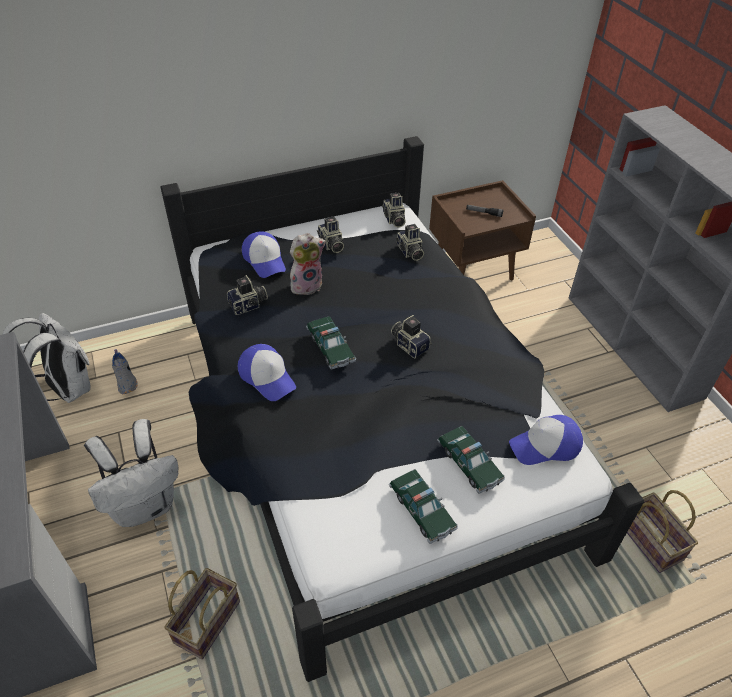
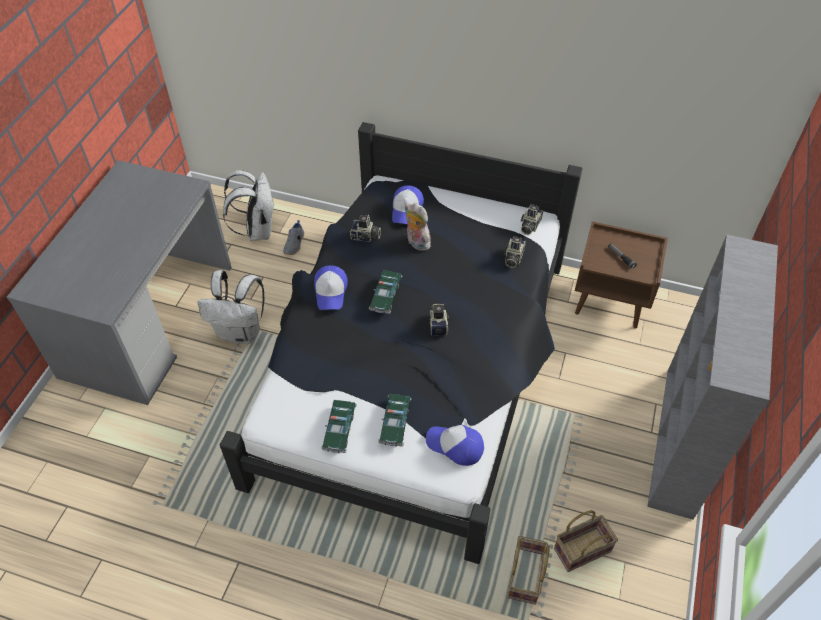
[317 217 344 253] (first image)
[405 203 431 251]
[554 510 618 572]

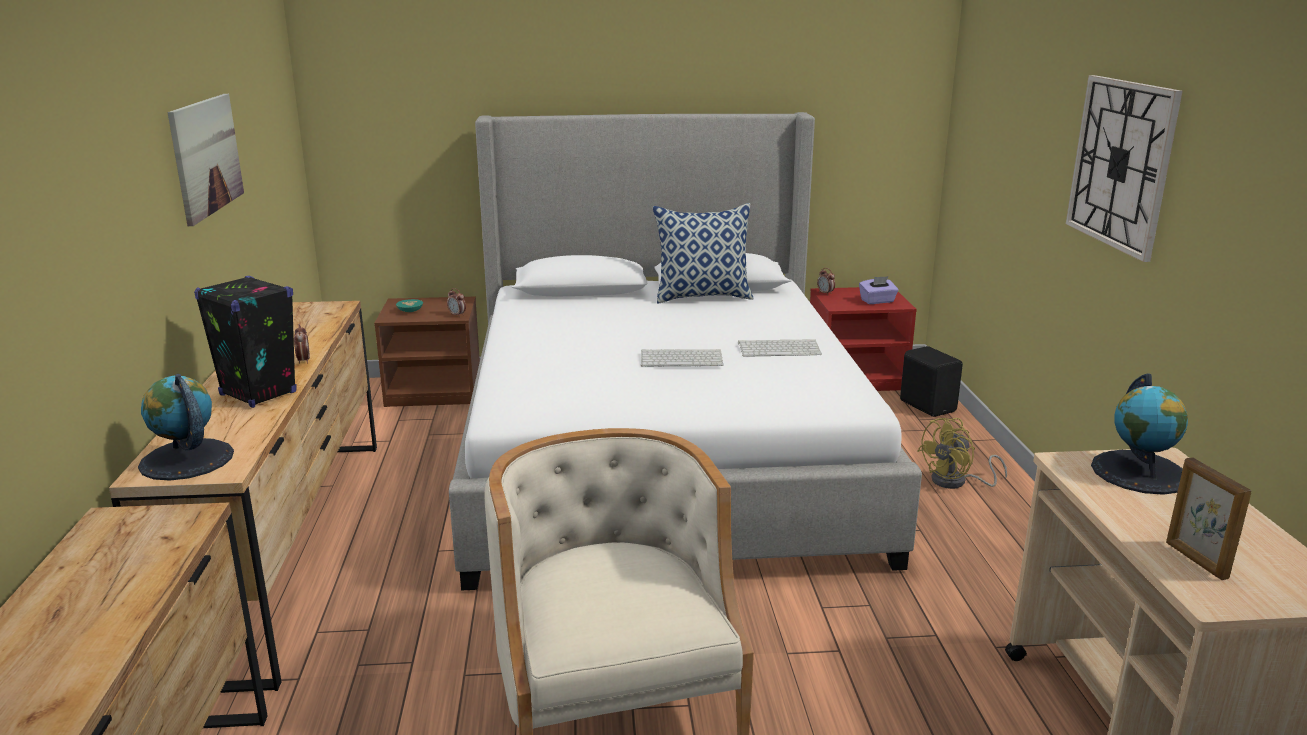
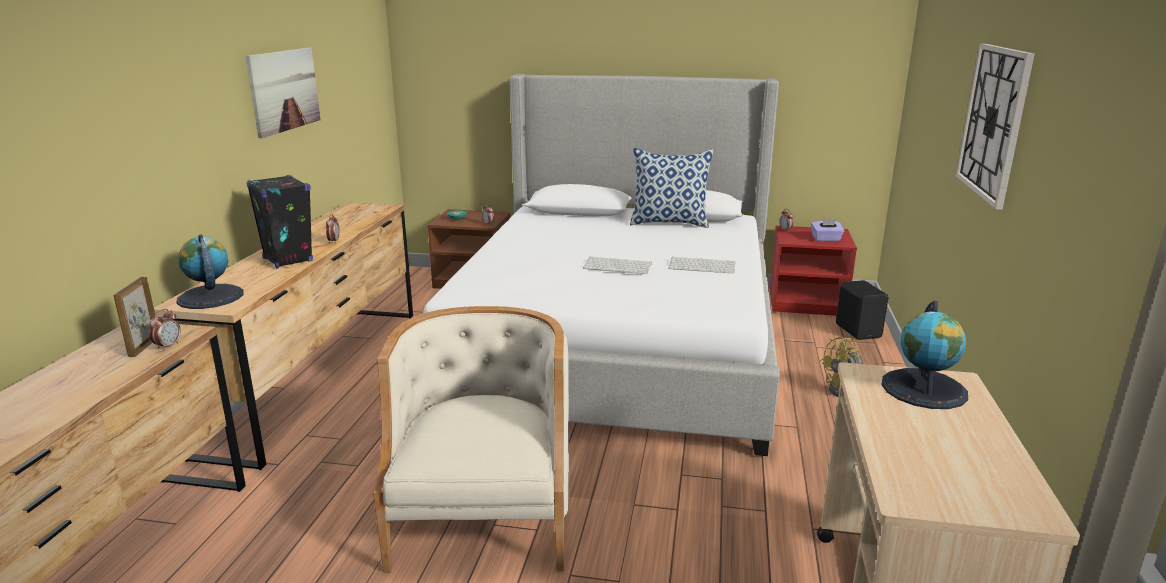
[114 277 155 357]
[149 309 181 350]

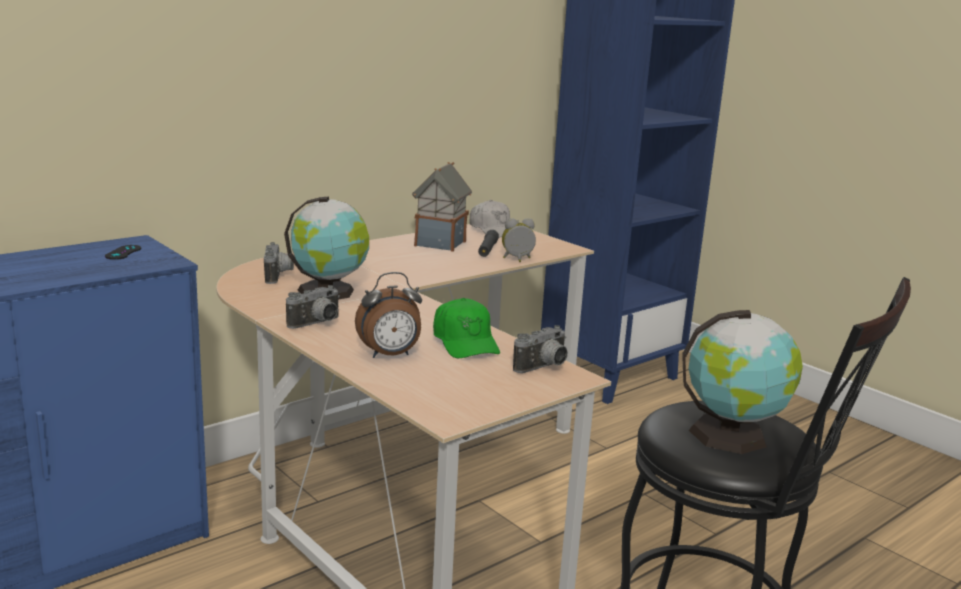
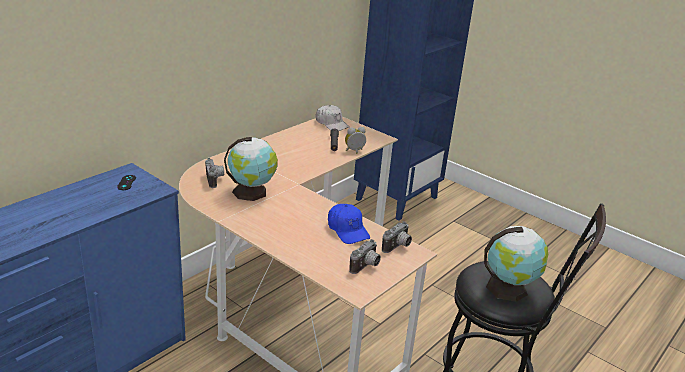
[412 162 472 252] (first image)
[355 272 422 358] (first image)
[349 239 381 274]
[328 204 370 244]

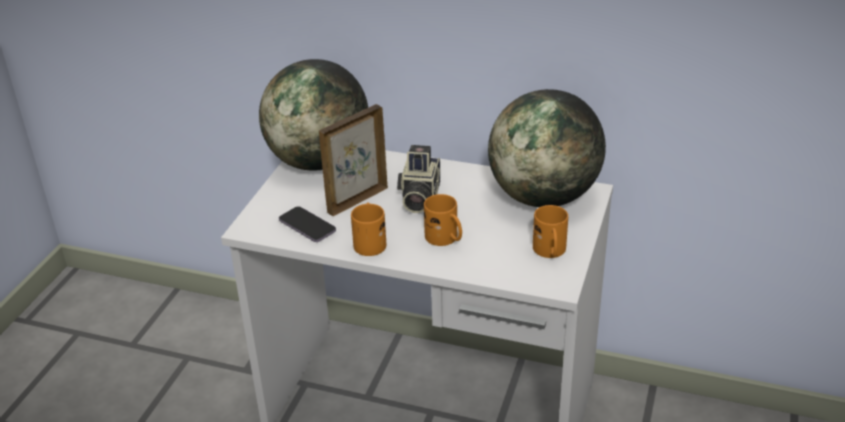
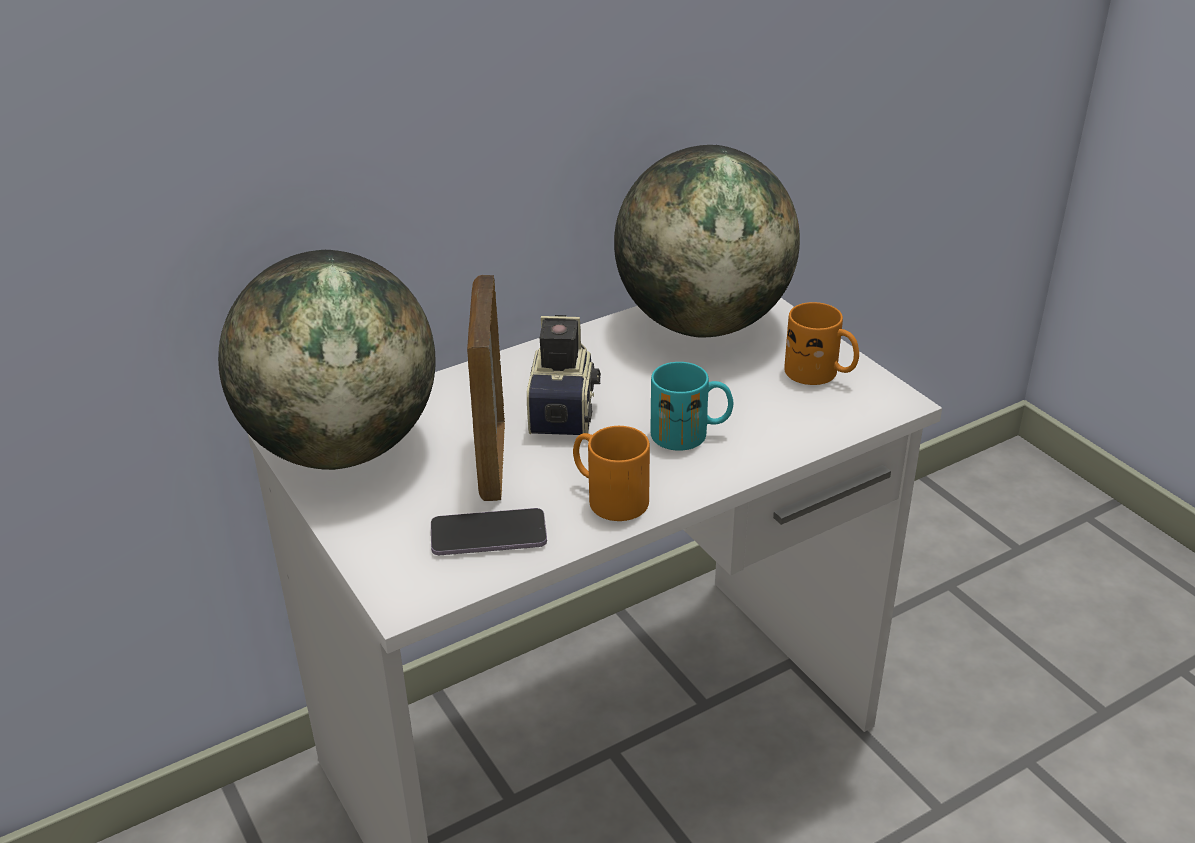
[527 315 601 435]
[651 362 733 451]

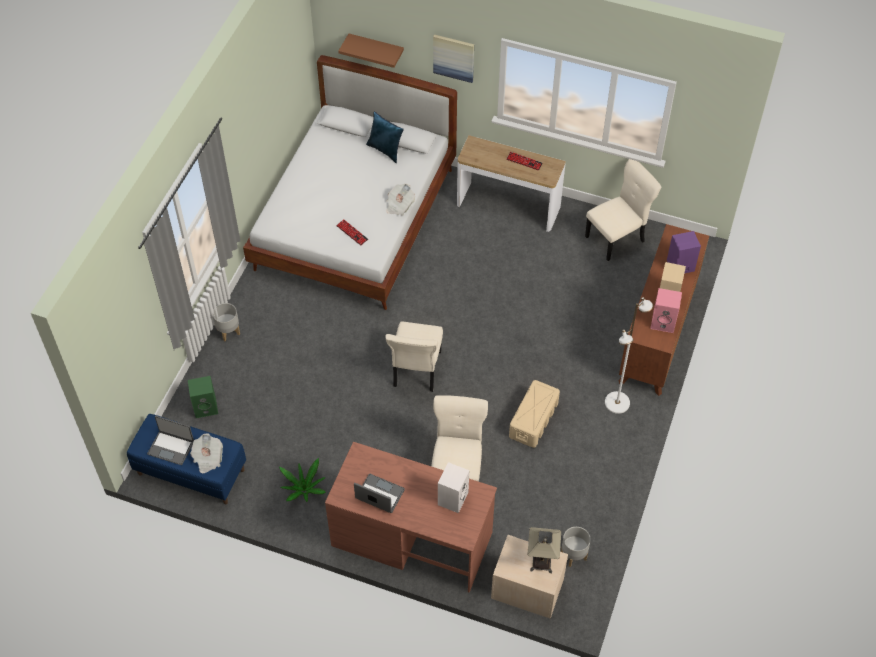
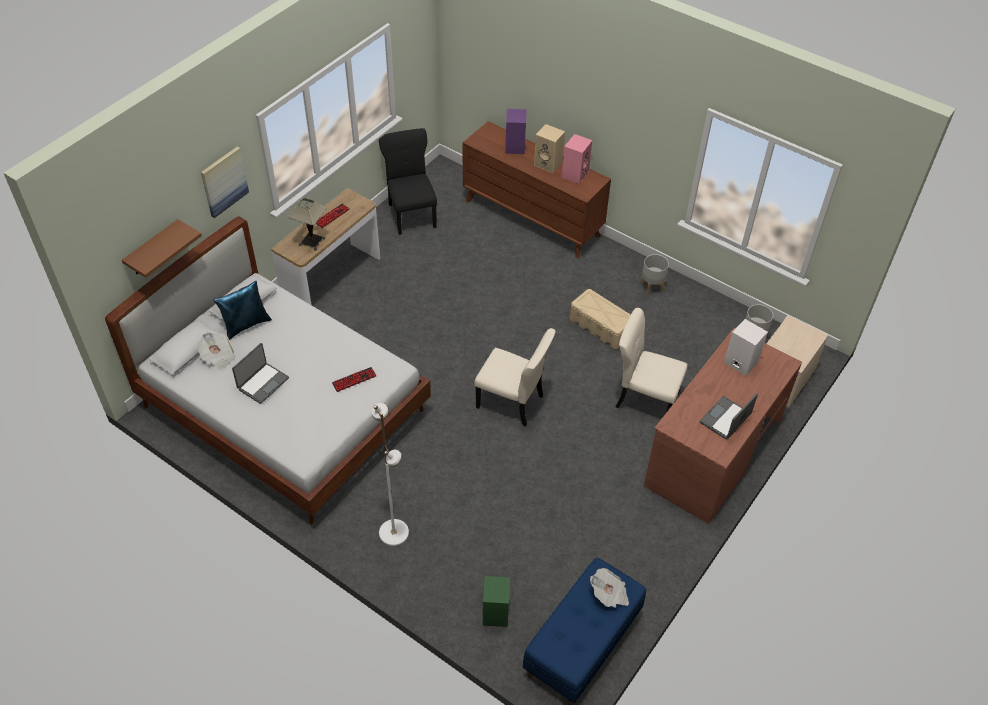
[379 128 437 235]
[197 332 236 371]
[371 403 409 546]
[641 254 669 294]
[232 343 289 404]
[279 458 326 502] (first image)
[288 198 327 251]

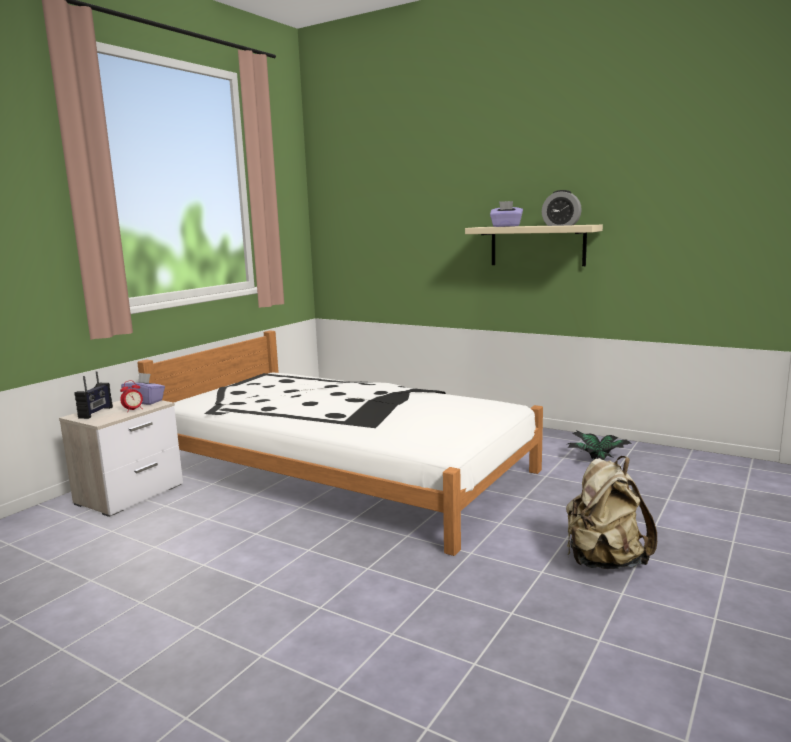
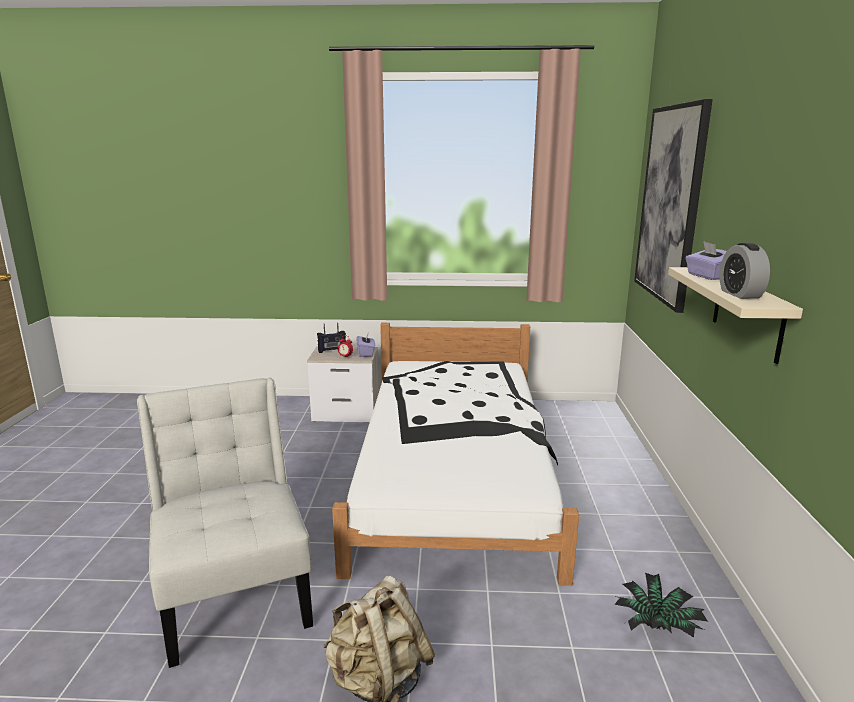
[634 99 713 313]
[137 377 313 668]

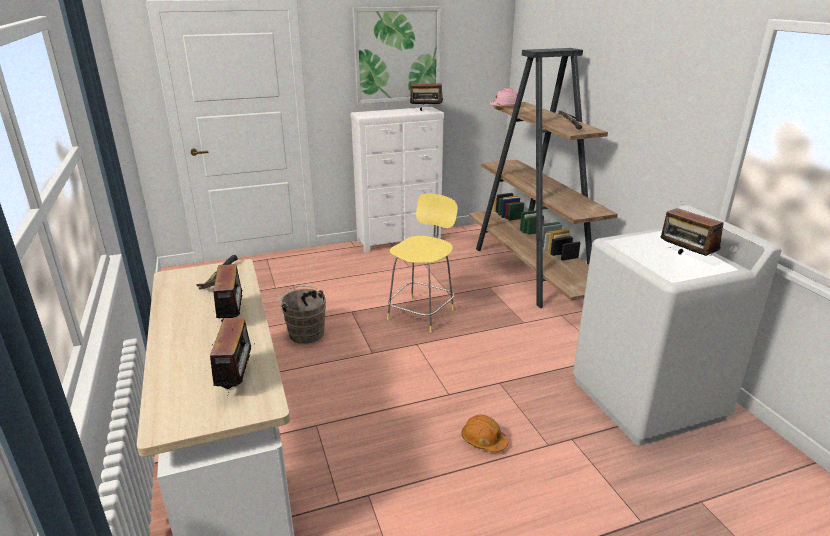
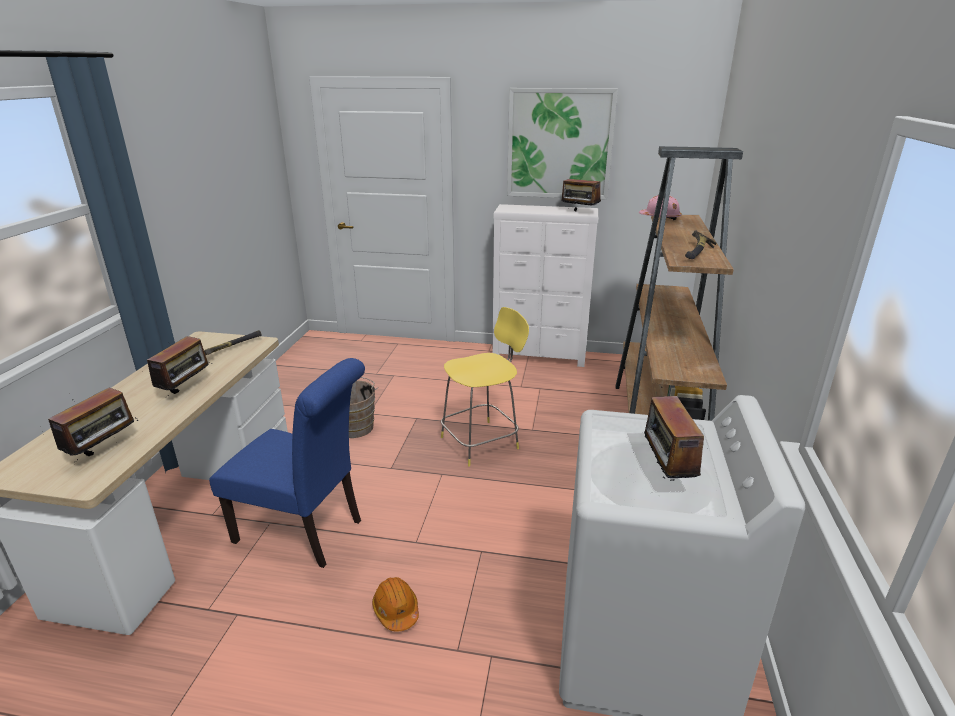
[209 358 365 568]

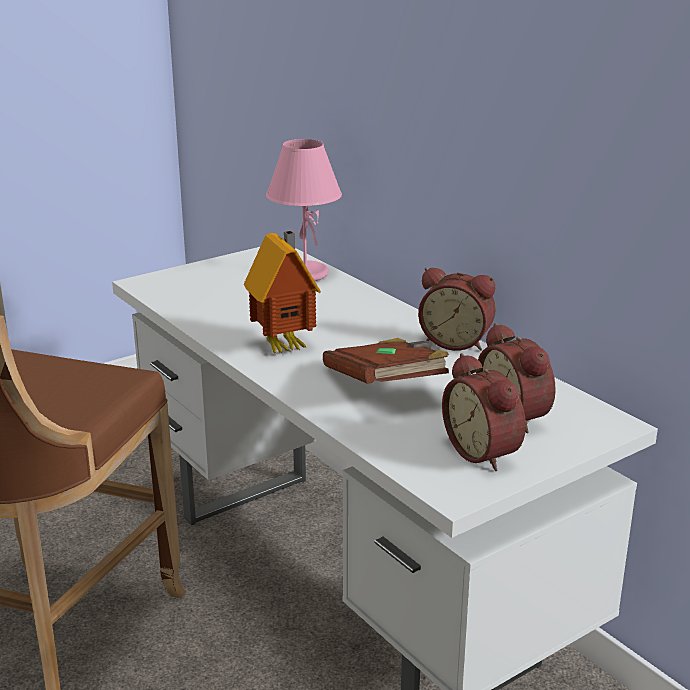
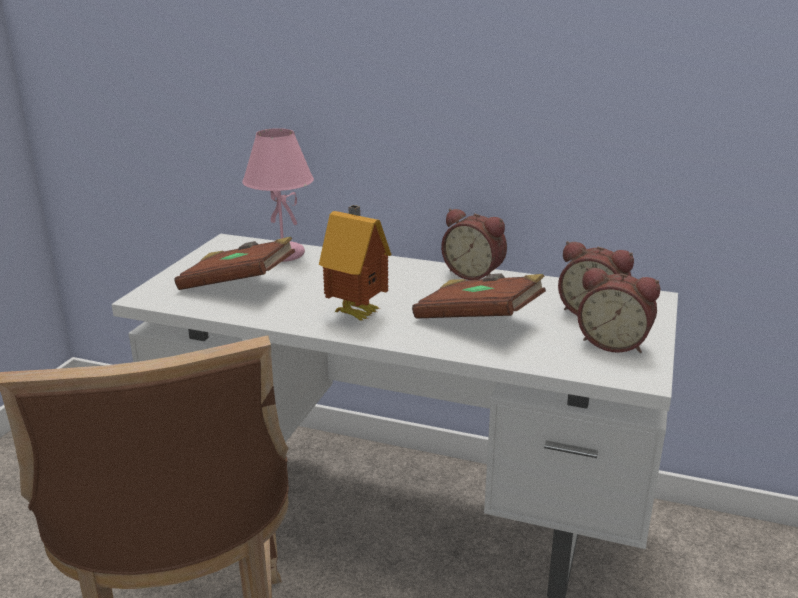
[441 209 507 280]
[174 237 295 290]

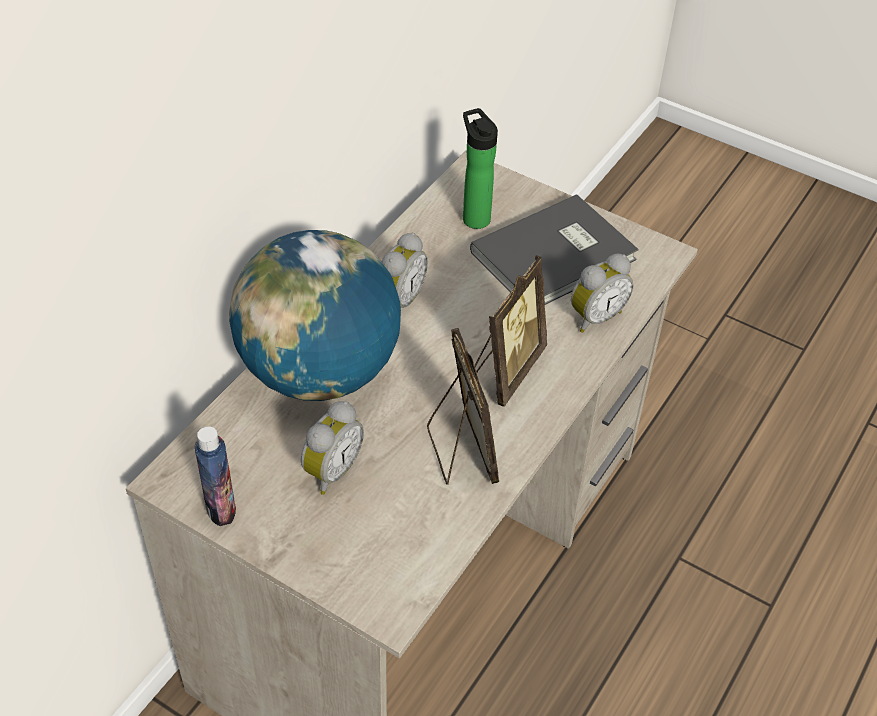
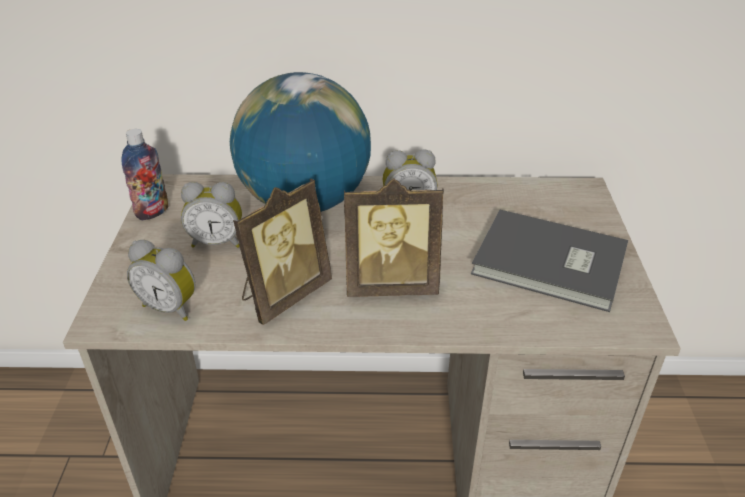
[463 108 498 229] (first image)
[127 240 195 321]

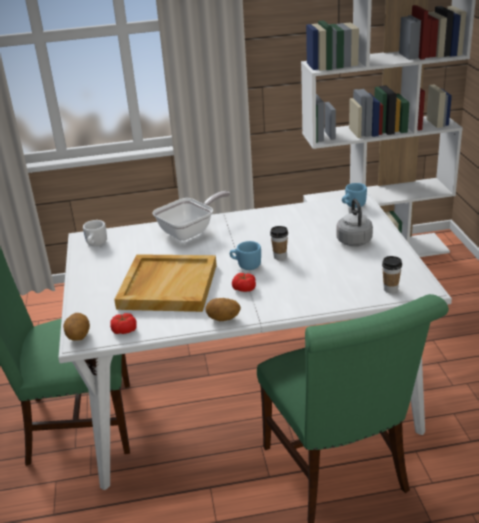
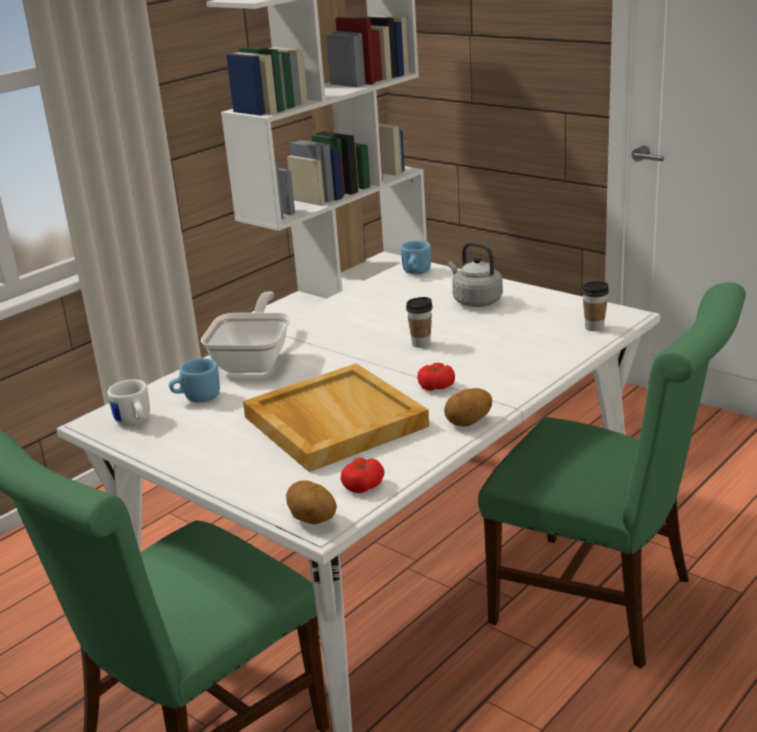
[169 358 220 403]

